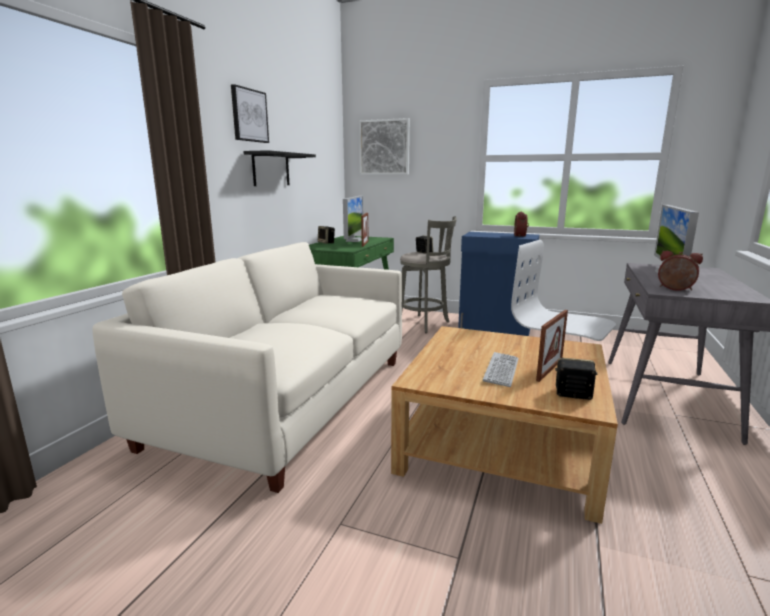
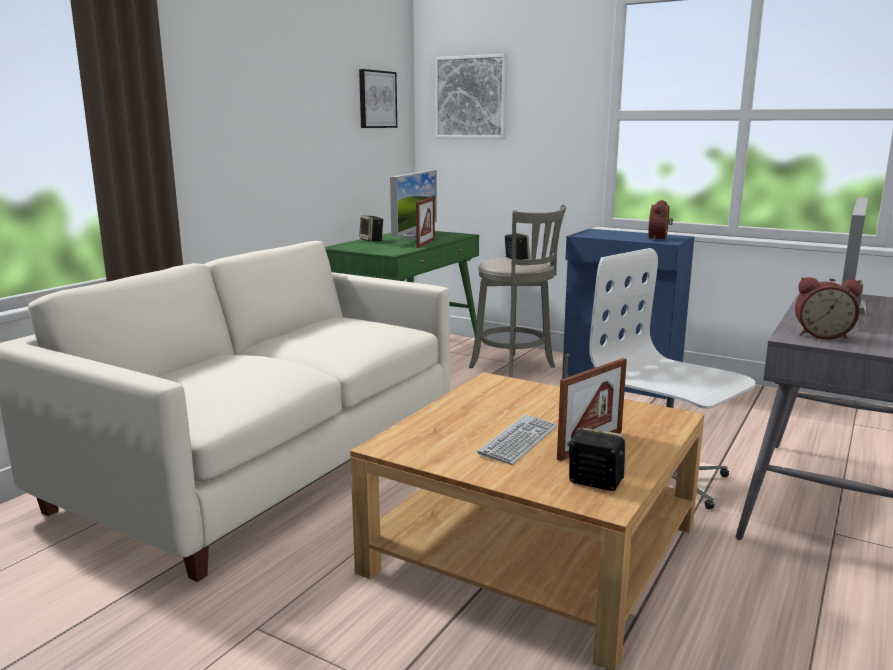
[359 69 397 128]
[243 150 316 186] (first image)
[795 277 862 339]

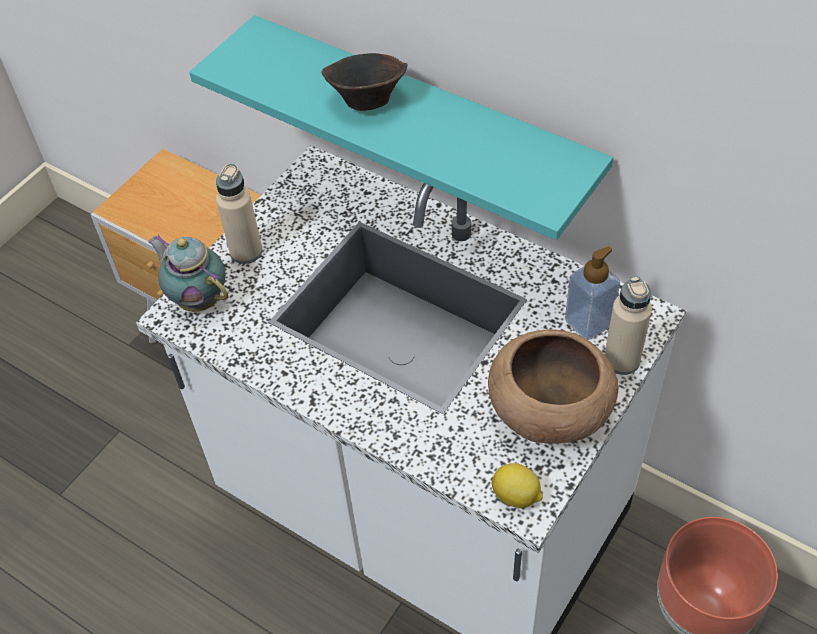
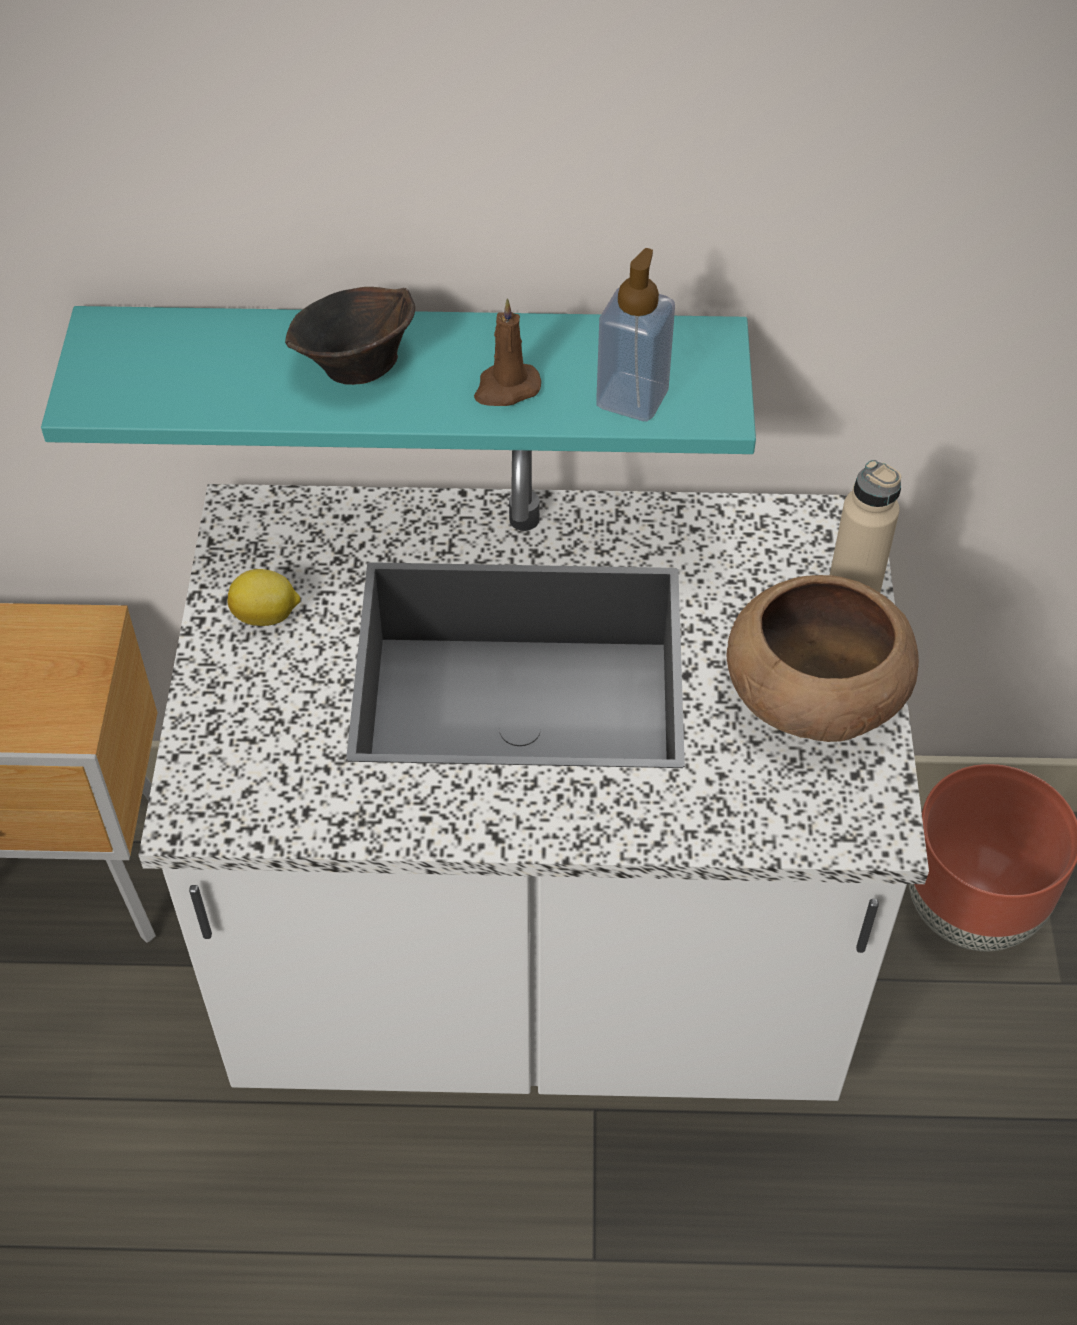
[216 164 262 264] (first image)
[148 235 228 312] (first image)
[596 248 675 421]
[228 569 301 626]
[474 299 541 406]

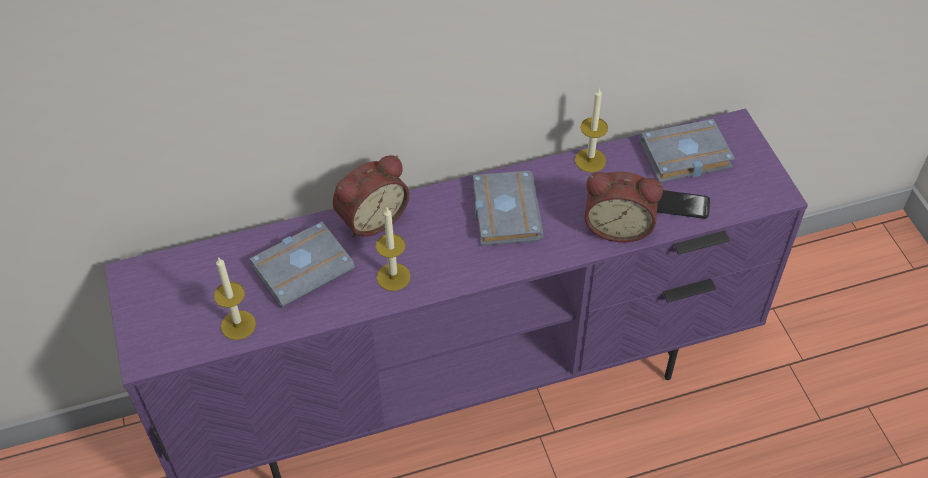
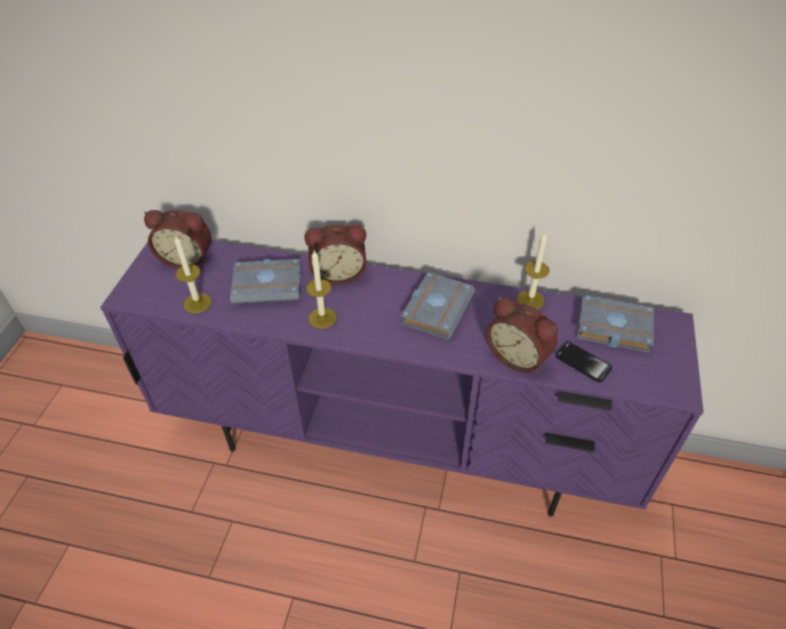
[144 210 212 269]

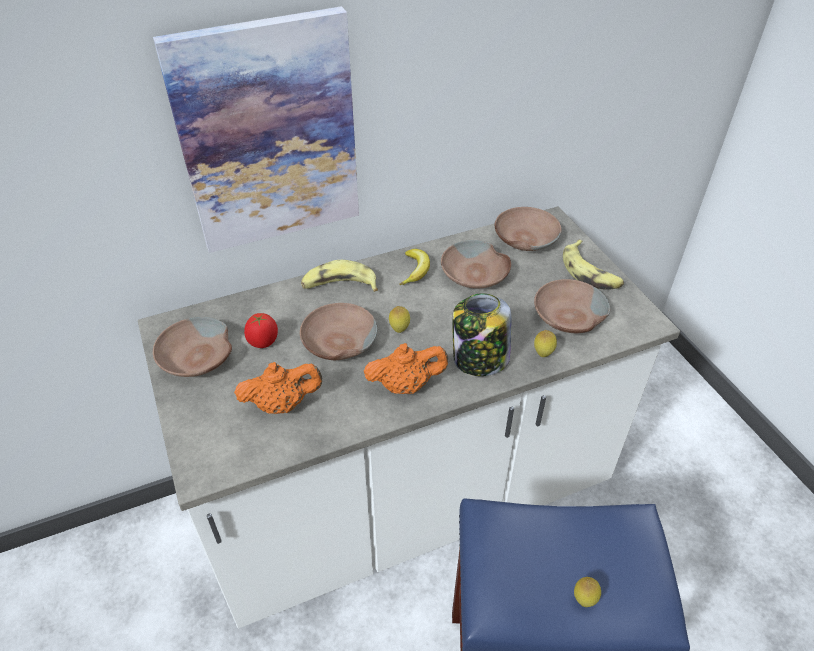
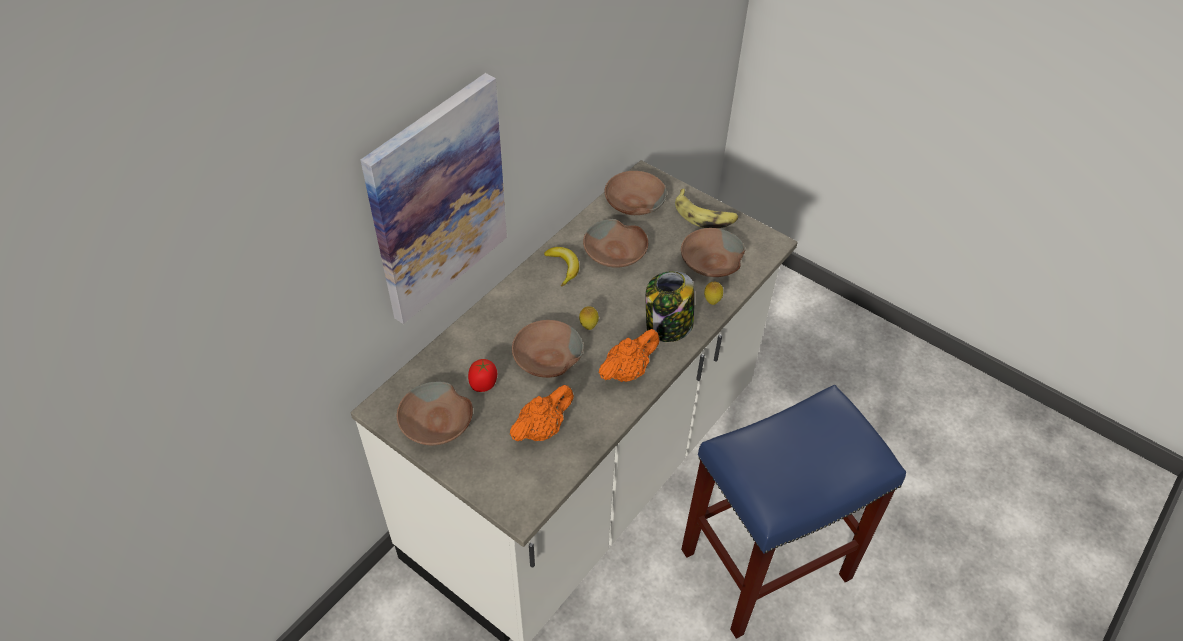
[301 260 378 292] (first image)
[574 577 601 607] (first image)

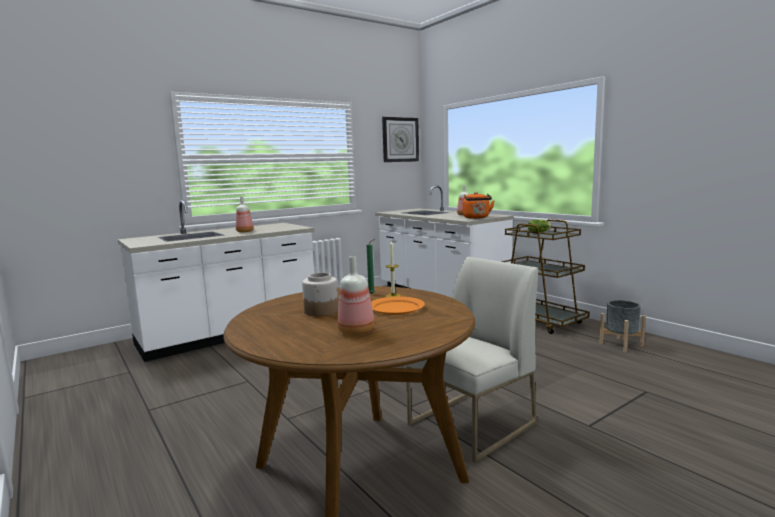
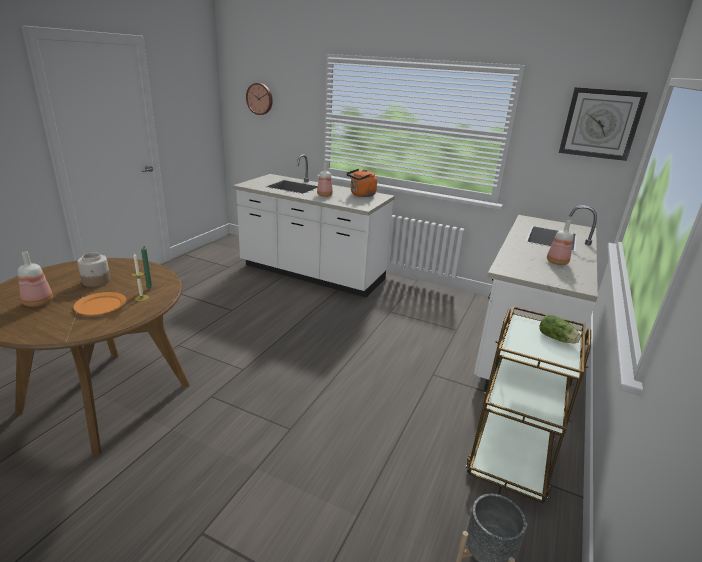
[346 169 377 197]
[406 257 538 463] (first image)
[246 83 273 115]

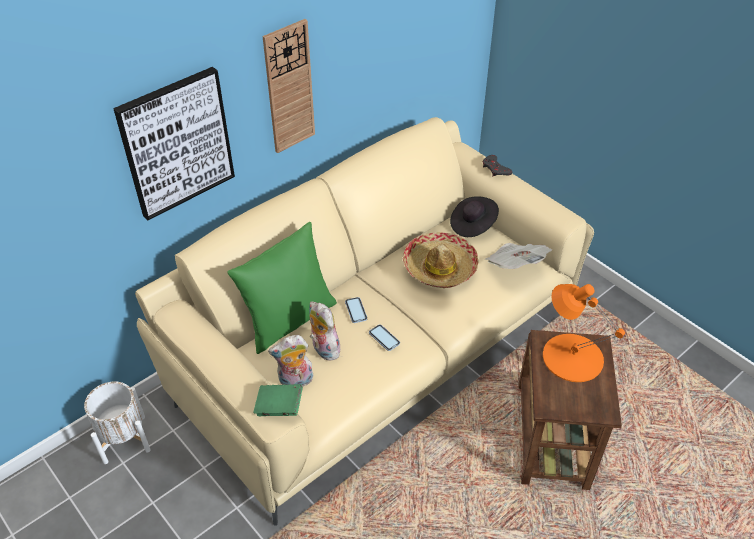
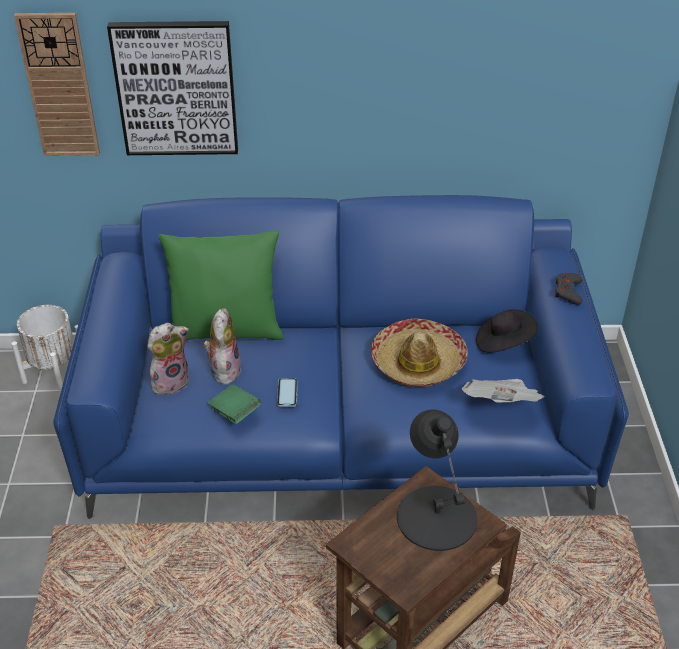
[14 13 100 156]
[53 195 629 519]
[397 409 477 551]
[345 297 367 323] (first image)
[148 323 189 395]
[208 384 261 424]

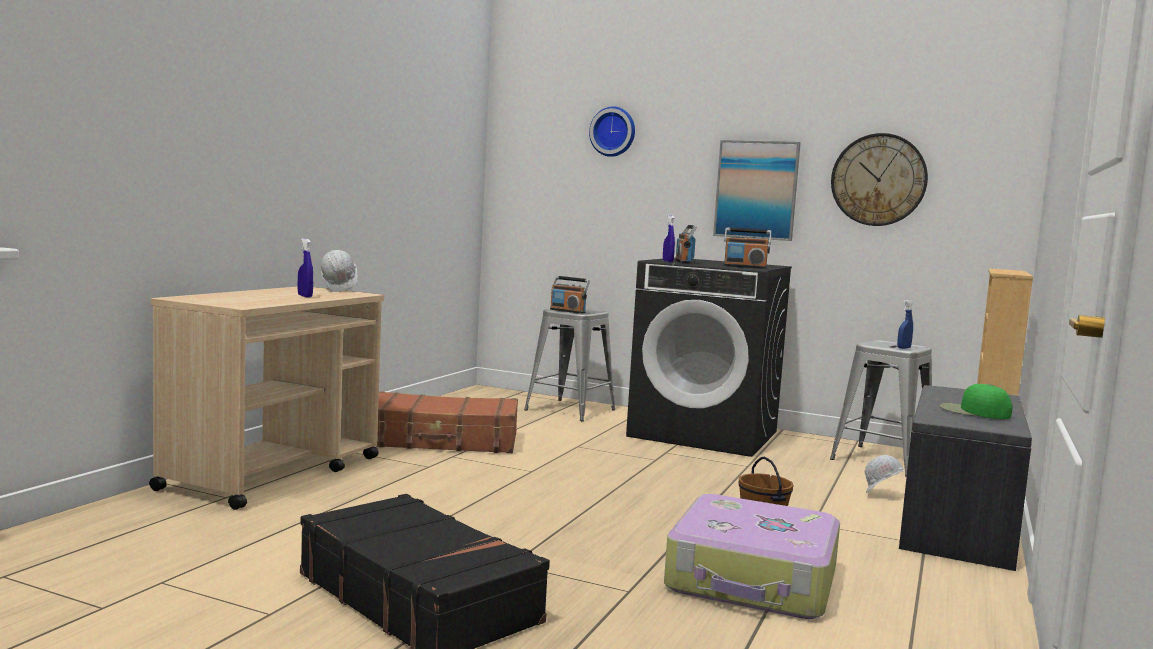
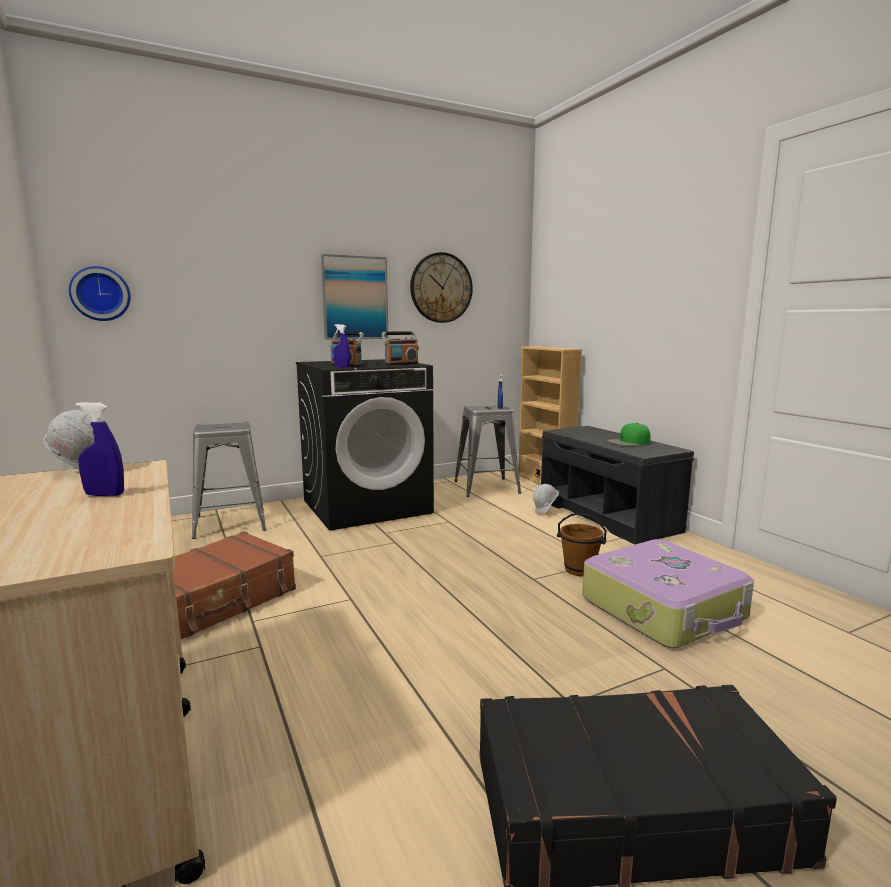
[69 266 131 321]
[550 276 590 314] (first image)

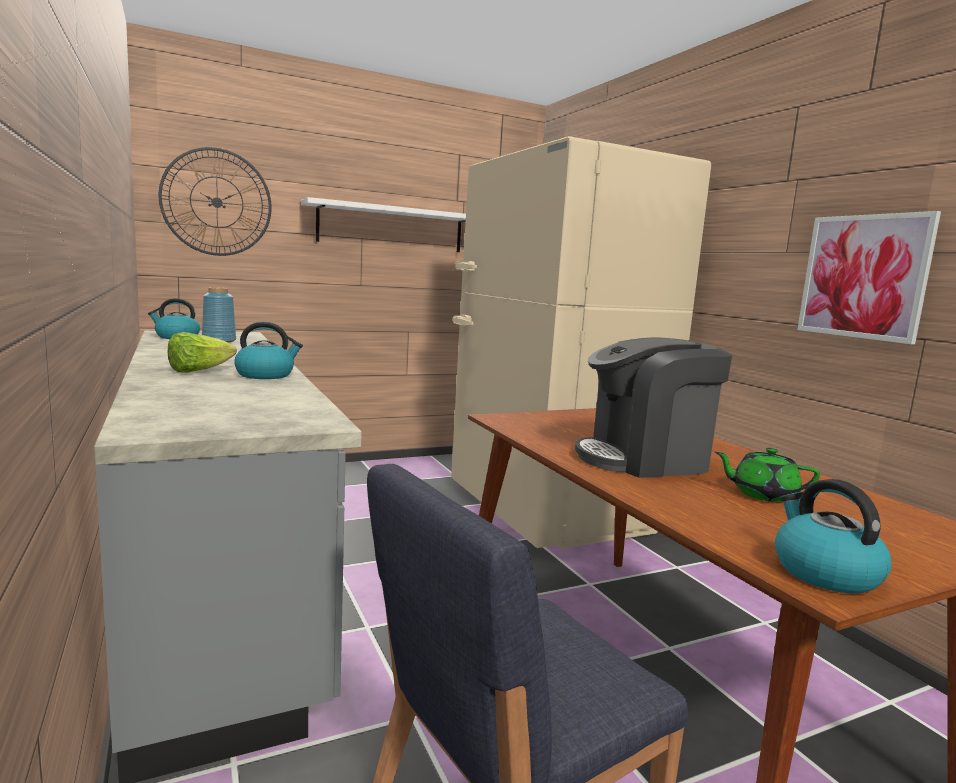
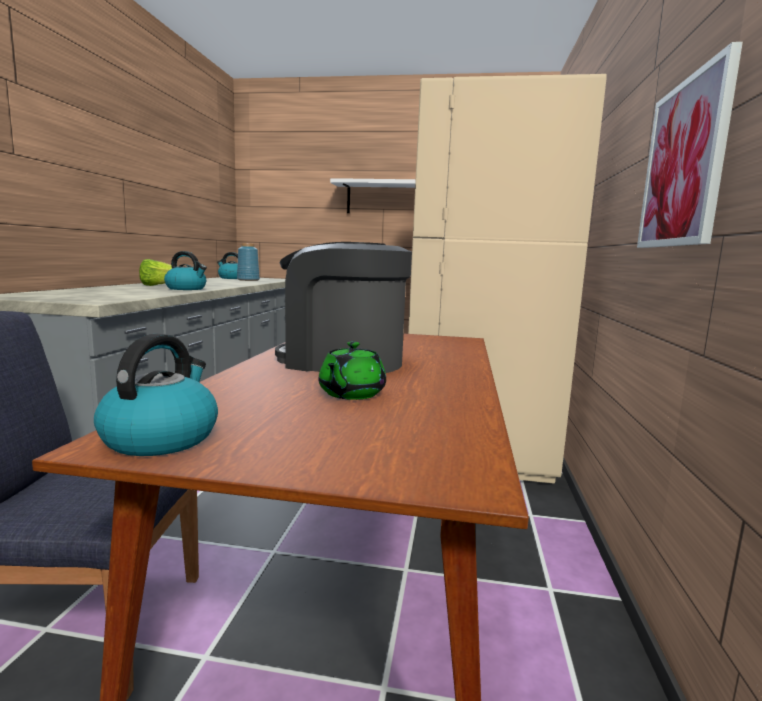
[159 147 272 256] (first image)
[318 341 386 400]

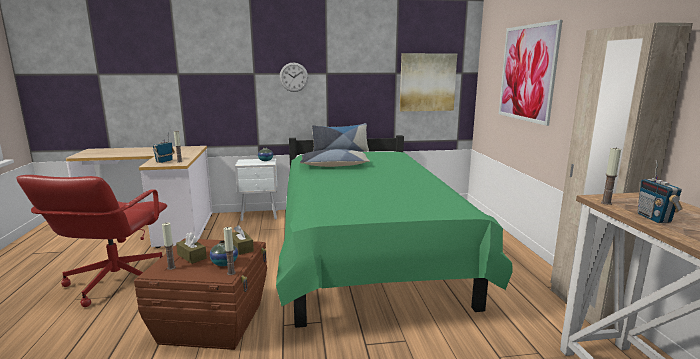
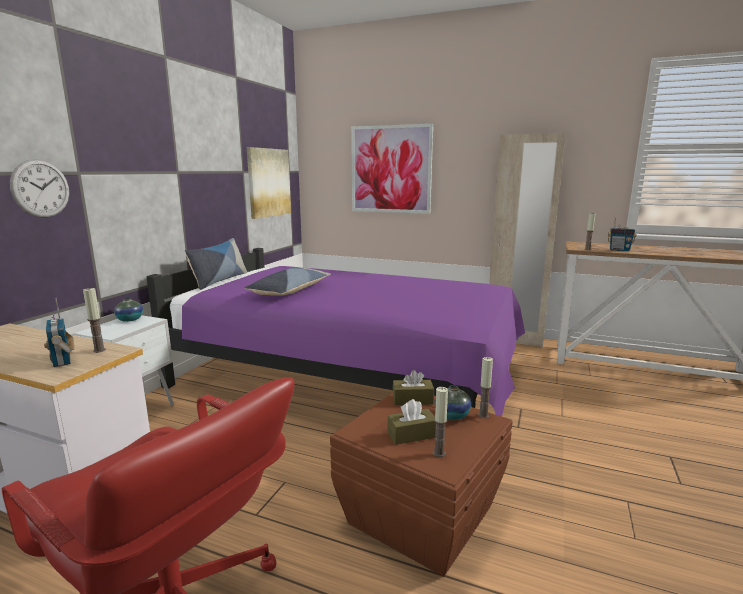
[10 159 69 218]
[146 248 525 416]

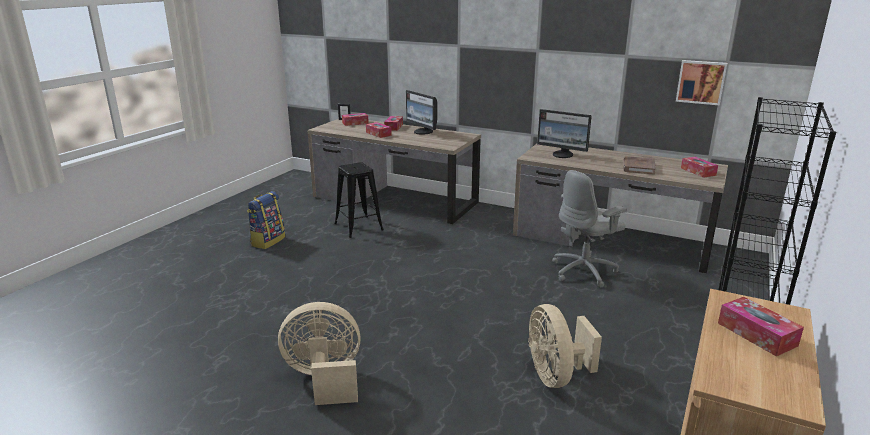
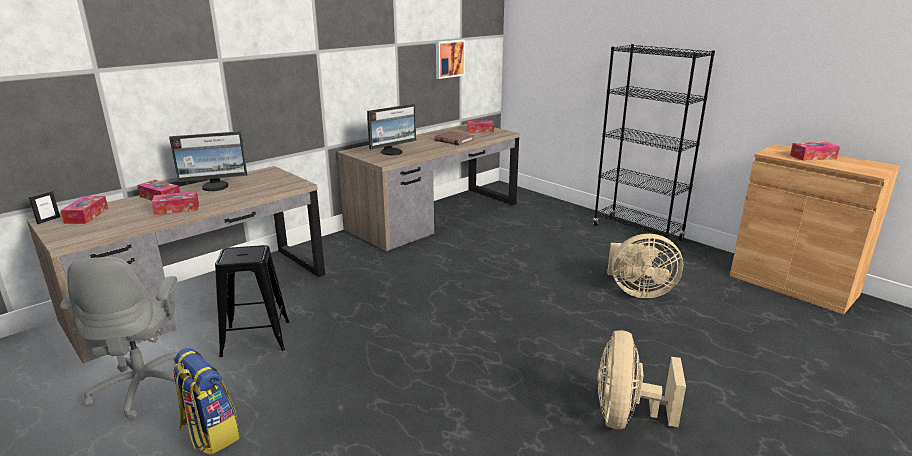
[60 257 178 421]

